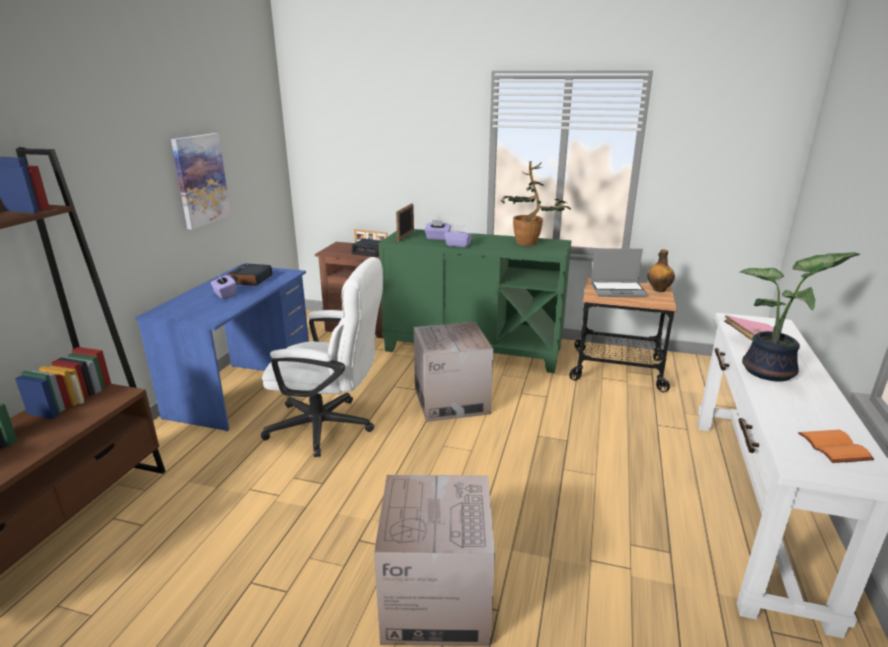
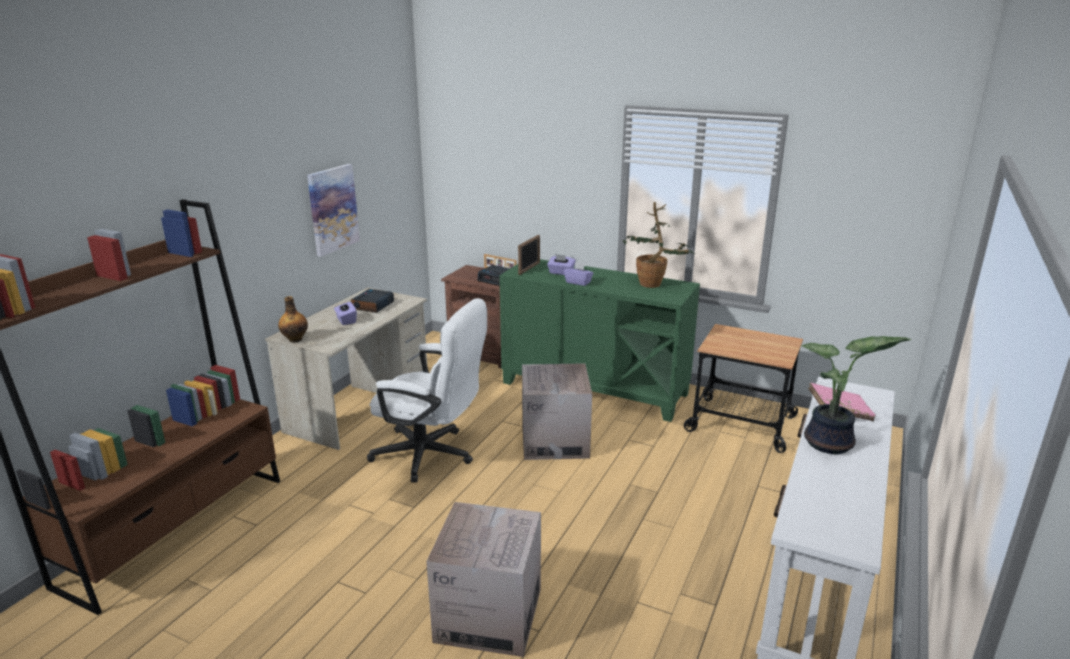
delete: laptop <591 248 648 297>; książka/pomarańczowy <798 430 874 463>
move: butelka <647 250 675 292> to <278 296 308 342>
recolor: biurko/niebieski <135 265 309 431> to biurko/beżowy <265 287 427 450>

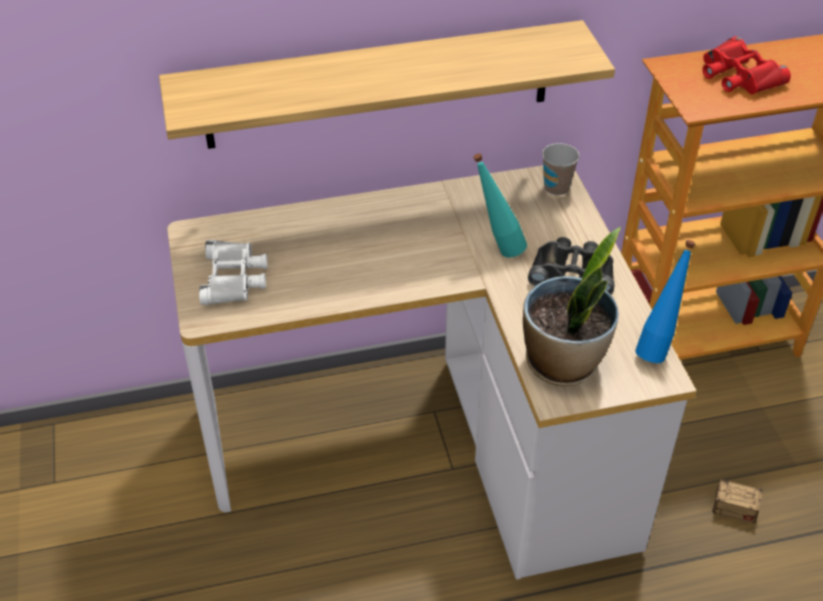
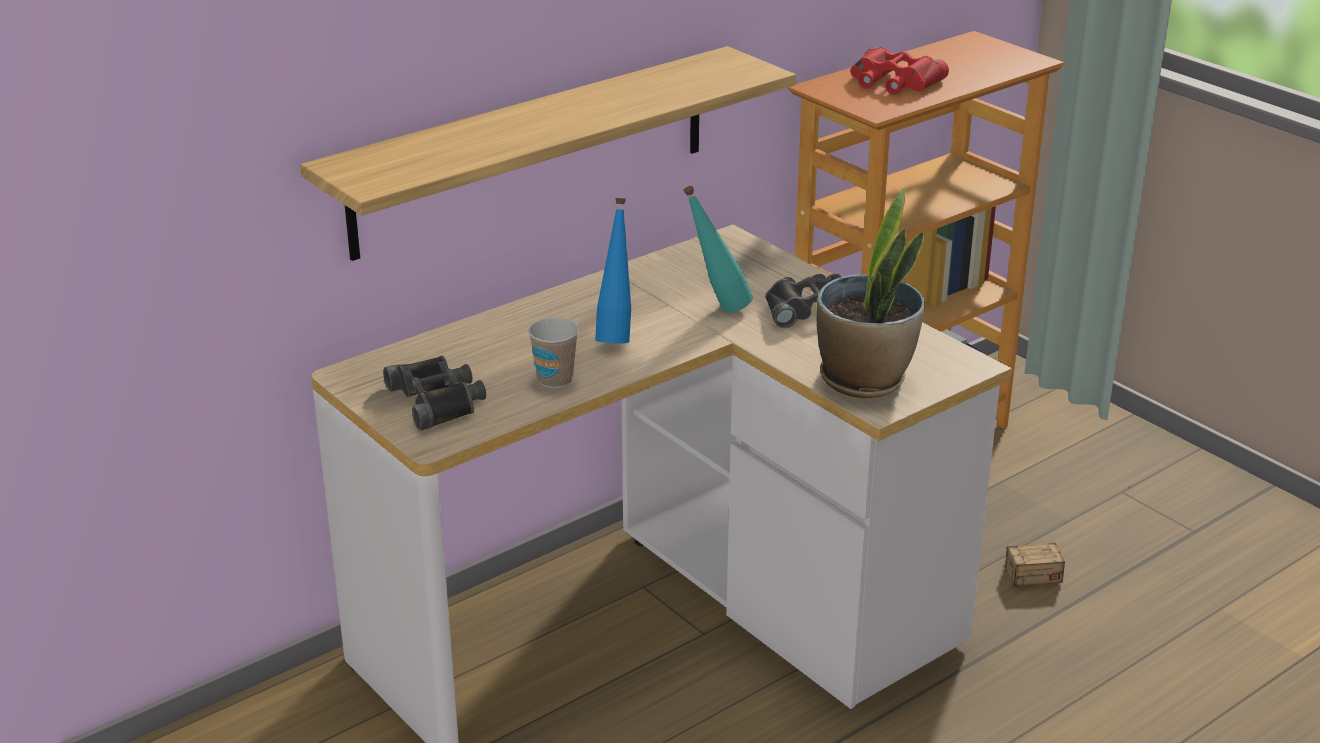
move: filiżanka <542 143 580 195> to <528 317 579 388>; butelka/niebieski <635 240 696 363> to <595 198 631 344>
recolor: lornetka/biały <199 240 268 305> to lornetka/czarny <383 356 486 430>

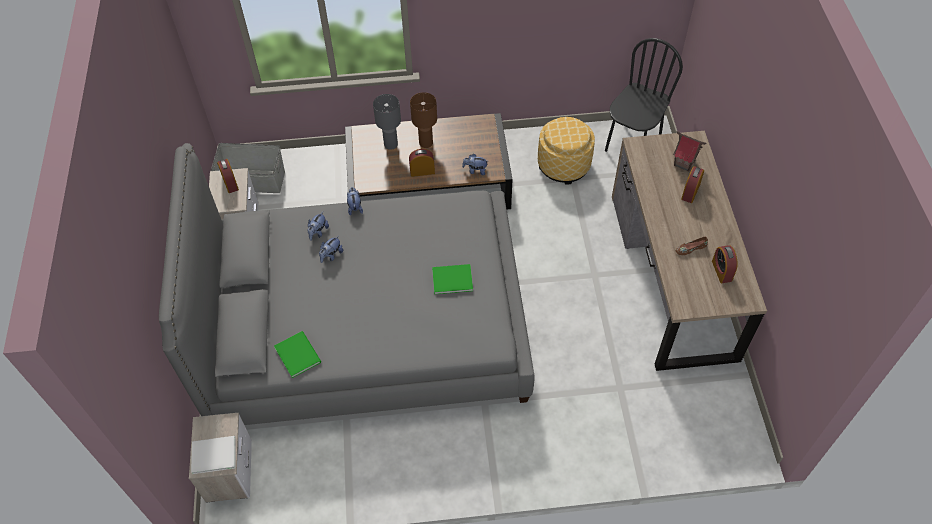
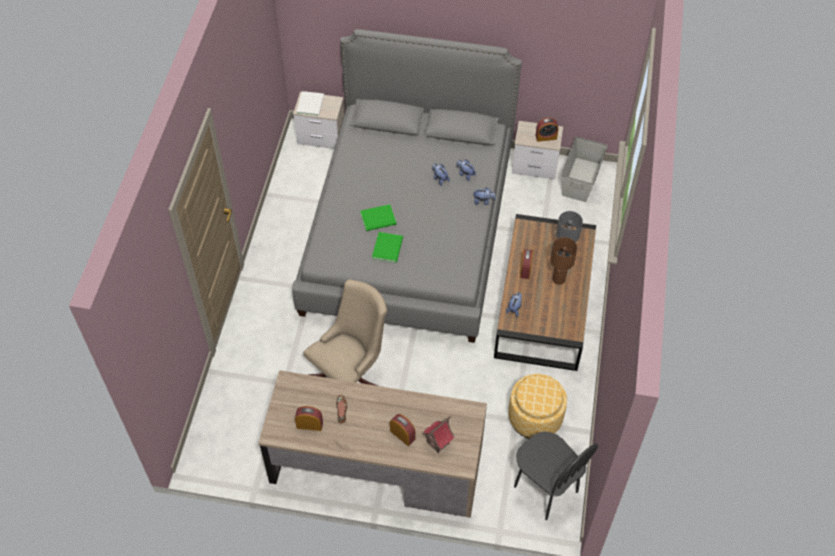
insert: krzesło biurowe/beżowy <303 280 387 386>
move: książka/zielony <274 331 321 378> to <360 204 397 231>

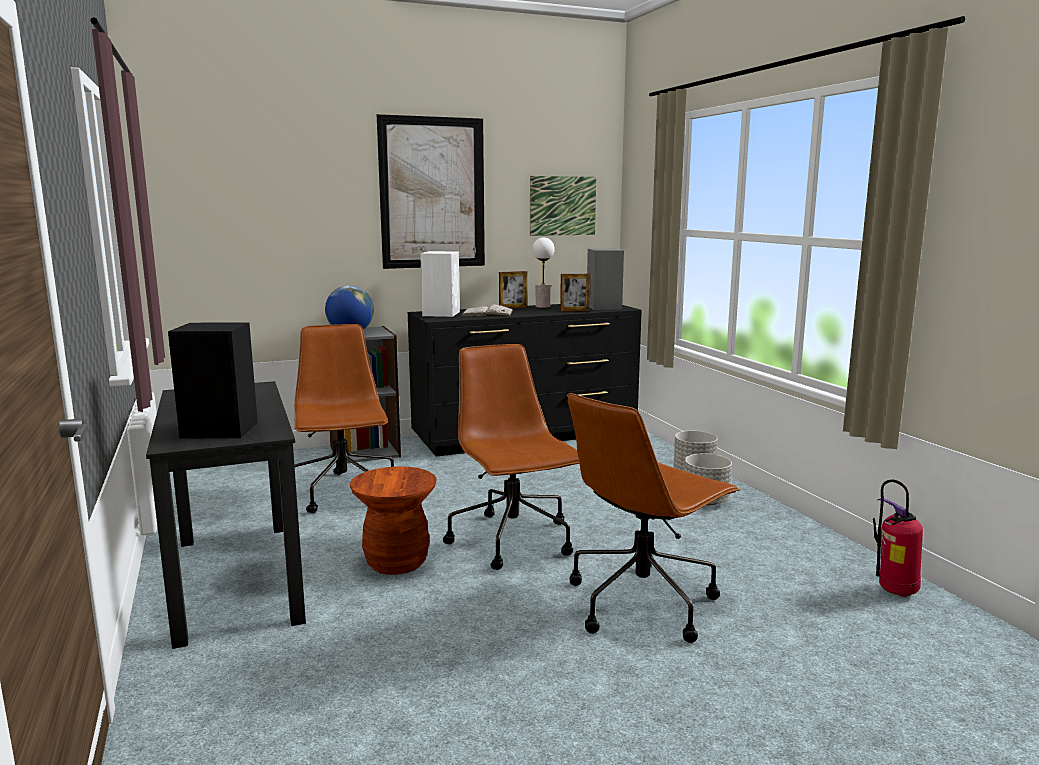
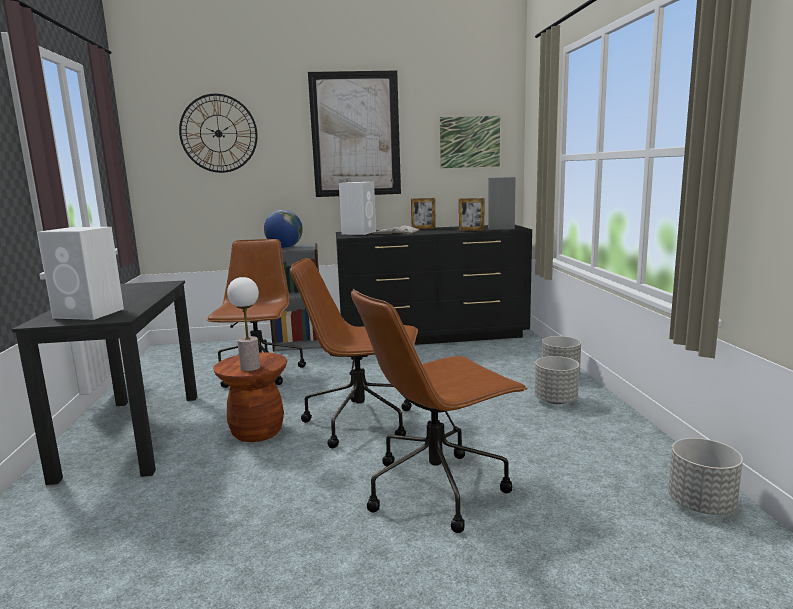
insert: zegar ścienny <179 94 258 173>
move: lampa stołowa <532 237 555 308> to <227 277 260 371>
replace: gaśnica <873 479 923 597> to donica/szary <668 438 743 515>
recolor: głośnik/czarny <168 322 258 439> to głośnik/biały <37 227 124 320>
rotate: krzesło biurowe/brązowy <443 344 580 570> = <290 258 418 448> 75 degrees counterclockwise

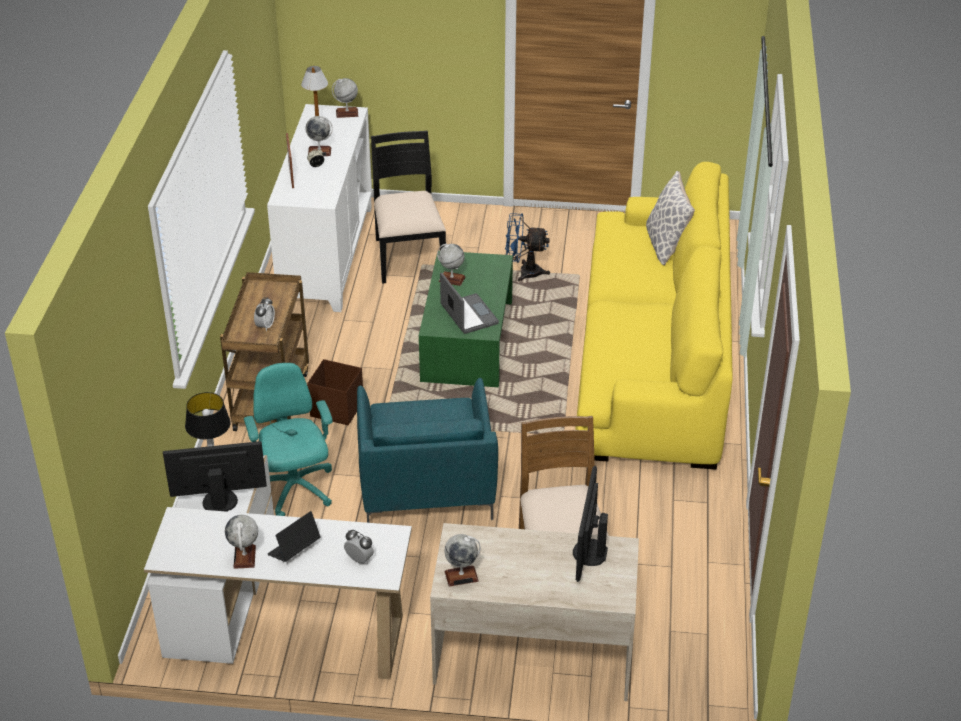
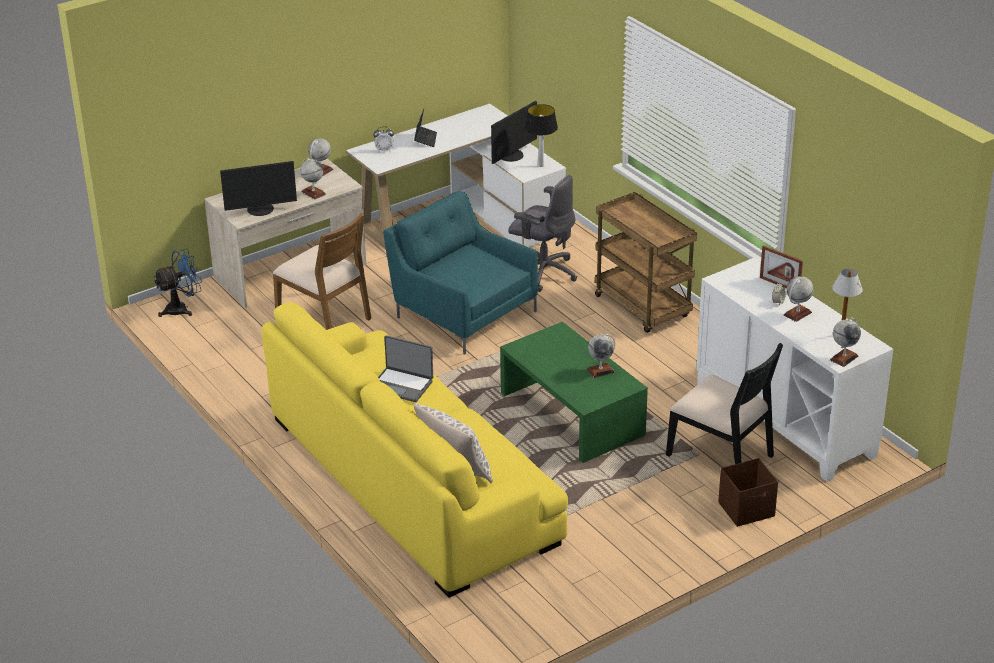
delete: budzik <254 297 275 331>
move: wentylator/niebieski <505 213 550 282> to <154 249 202 317>; laptop <440 273 499 334> to <378 335 433 402>; pojemnik do przechowywania/brązowy <307 359 363 425> to <718 458 778 527>; globus <225 515 258 569> to <300 158 326 199>
recolor: krzesło biurowe/turkusowy <244 363 333 516> to krzesło biurowe/szary <508 175 577 292>
rotate: monitor <573 466 608 582> = <220 161 297 216> 105 degrees clockwise

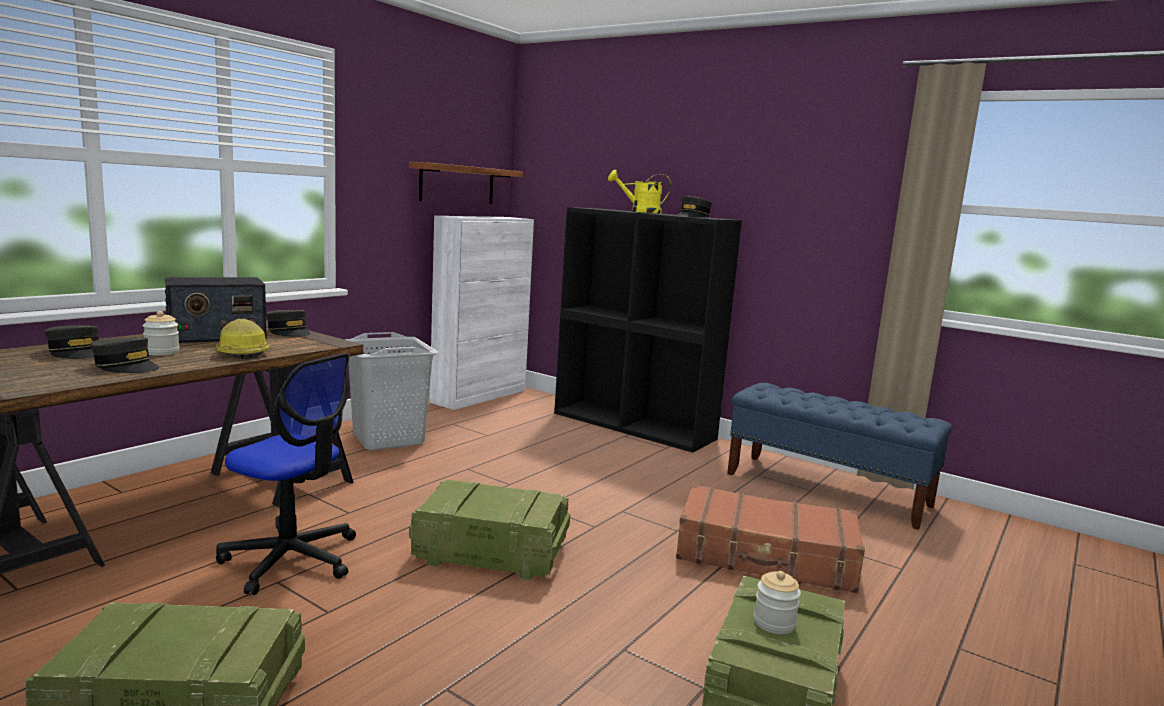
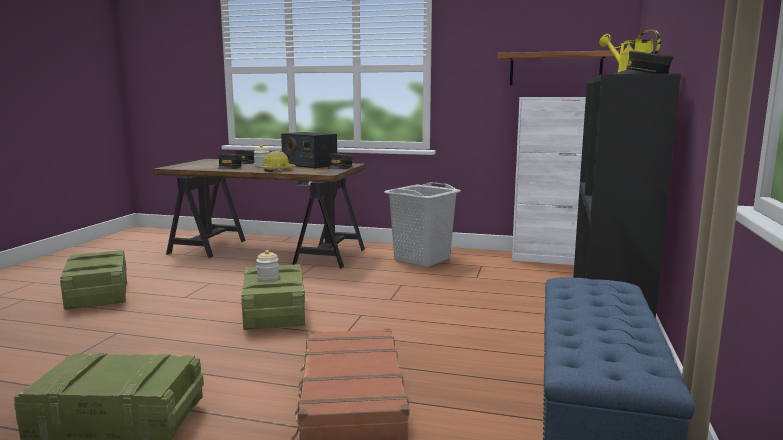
delete: krzesło biurowe <216 353 356 595>
move: słoik <754 571 801 634> to <256 250 279 282>

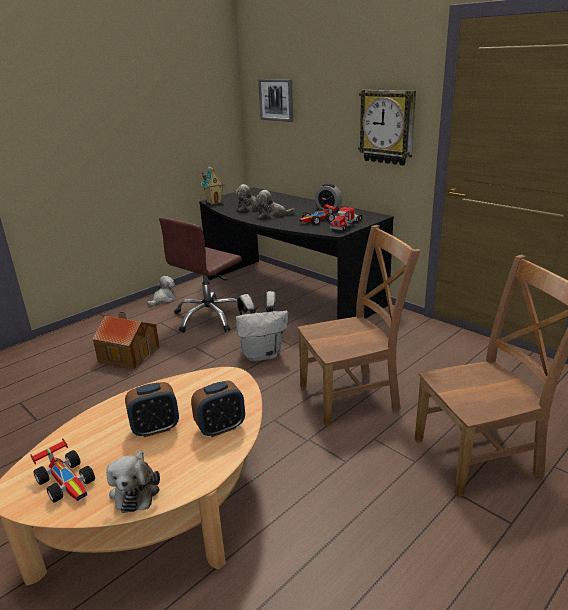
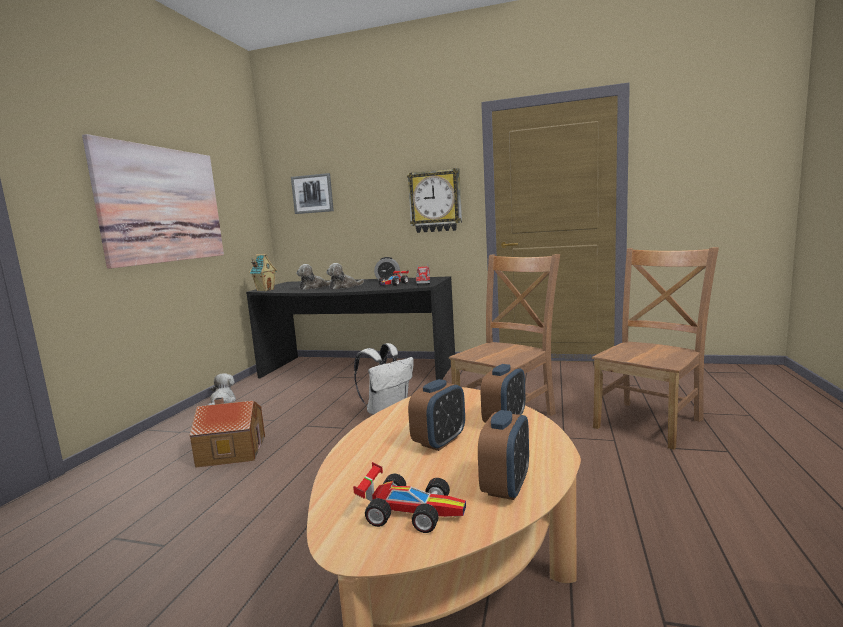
delete: krzesło biurowe/brązowy <159 217 248 333>
insert: obraz <82 134 224 269>
replace: pluszak <106 451 160 513> to budzik <478 410 529 500>

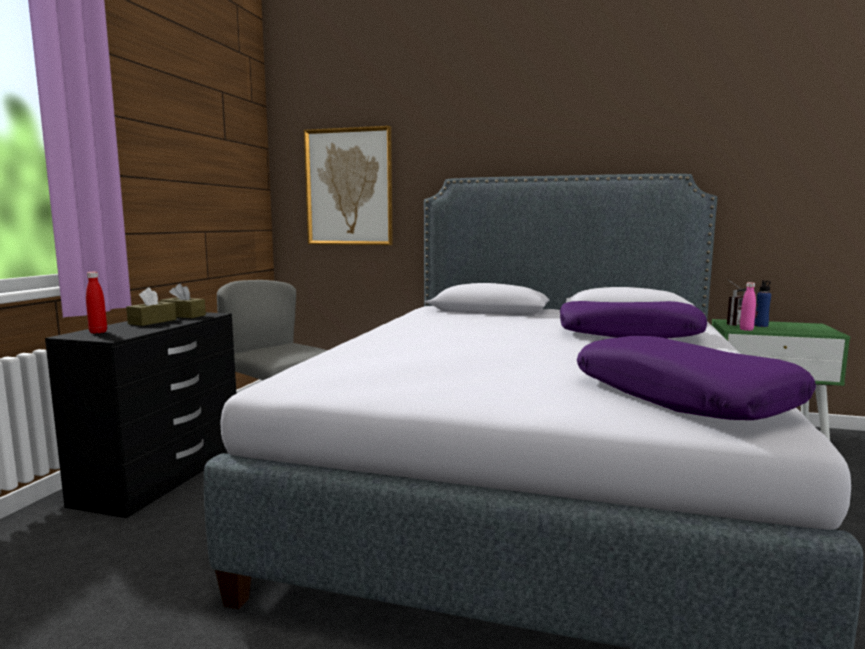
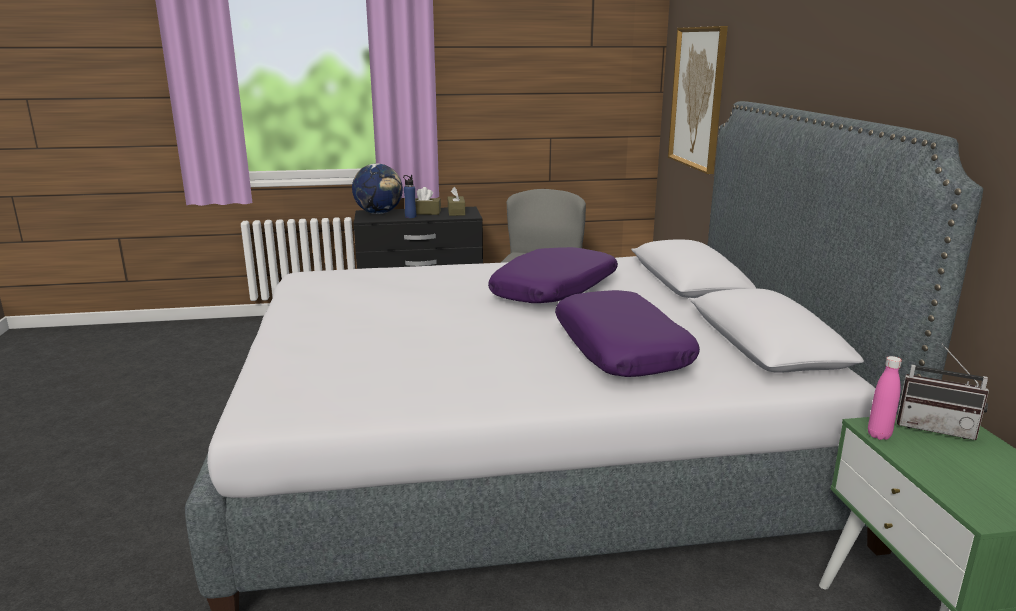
move: butelka/niebieski <754 280 771 327> to <403 175 416 218>; poduszka/fioletowy <577 336 816 420> to <488 247 618 303>
replace: butelka/czerwony <86 272 107 334> to globus <352 163 403 214>

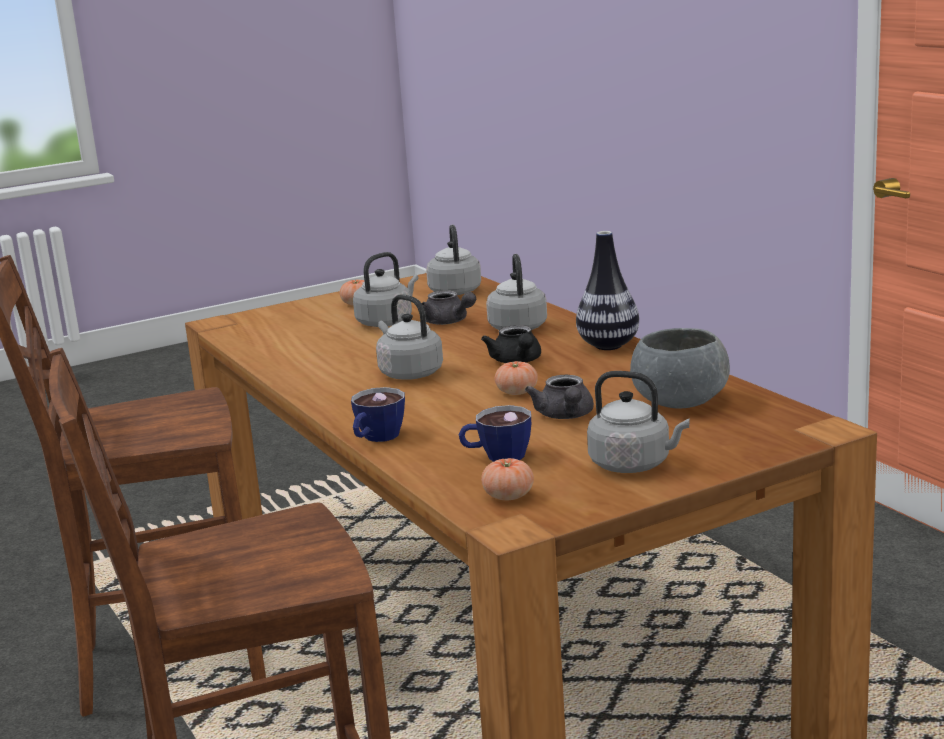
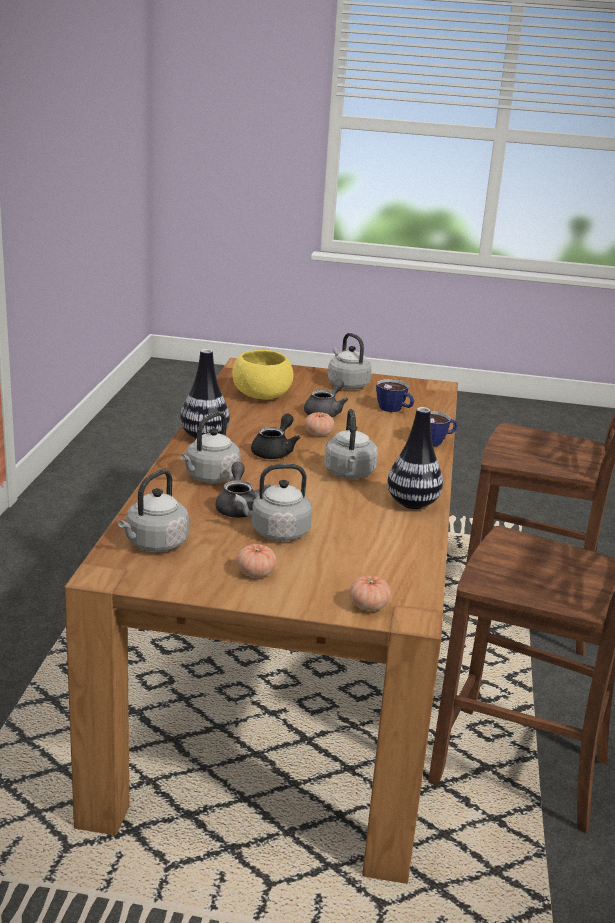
insert: wazon <387 407 443 509>
move: pomidor <481 458 534 500> to <349 576 391 611>
recolor: miska/szary <630 328 730 408> to miska/żółty <232 350 293 400>

